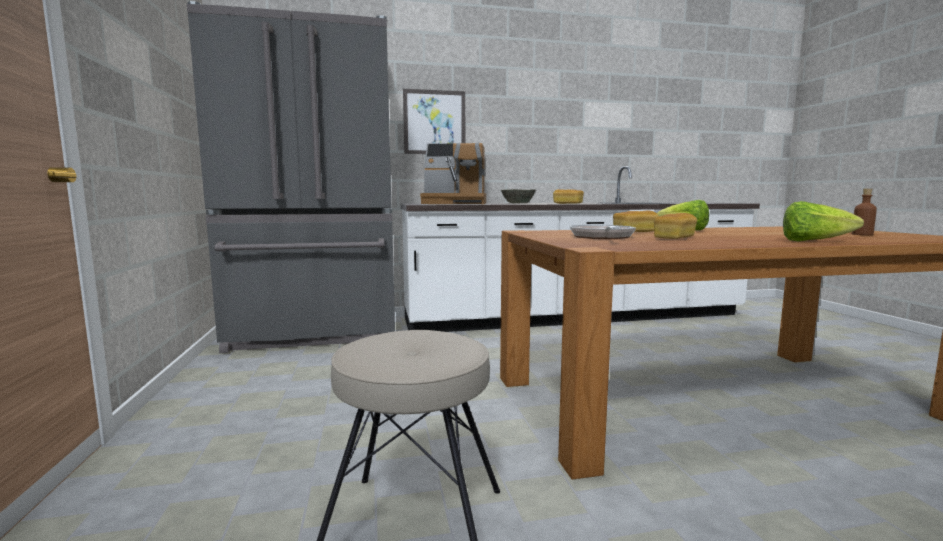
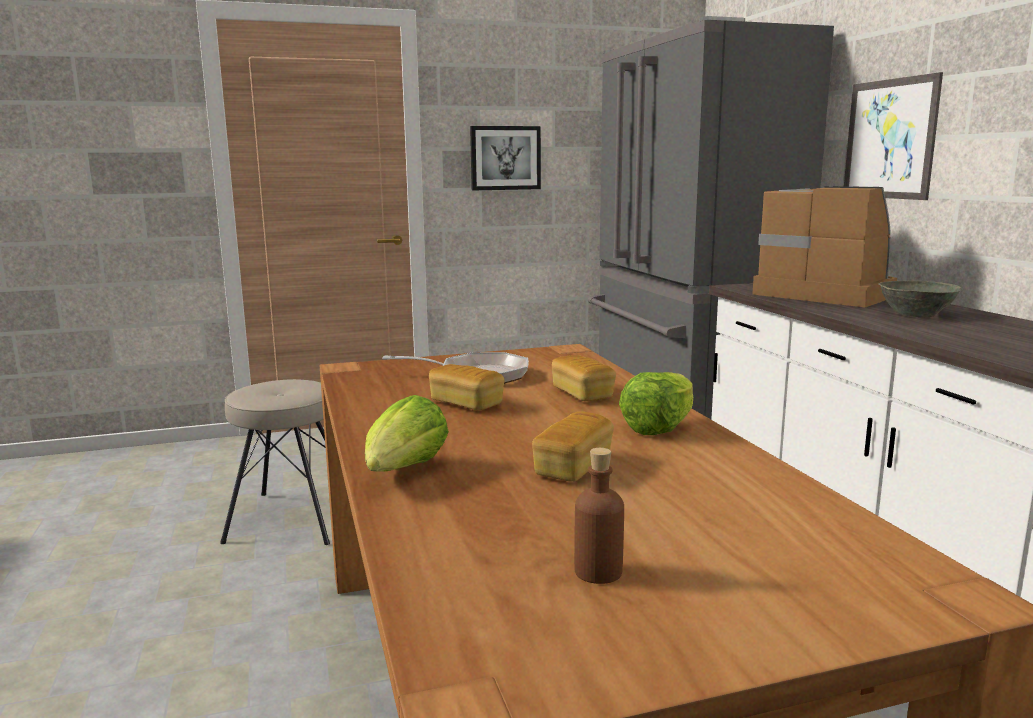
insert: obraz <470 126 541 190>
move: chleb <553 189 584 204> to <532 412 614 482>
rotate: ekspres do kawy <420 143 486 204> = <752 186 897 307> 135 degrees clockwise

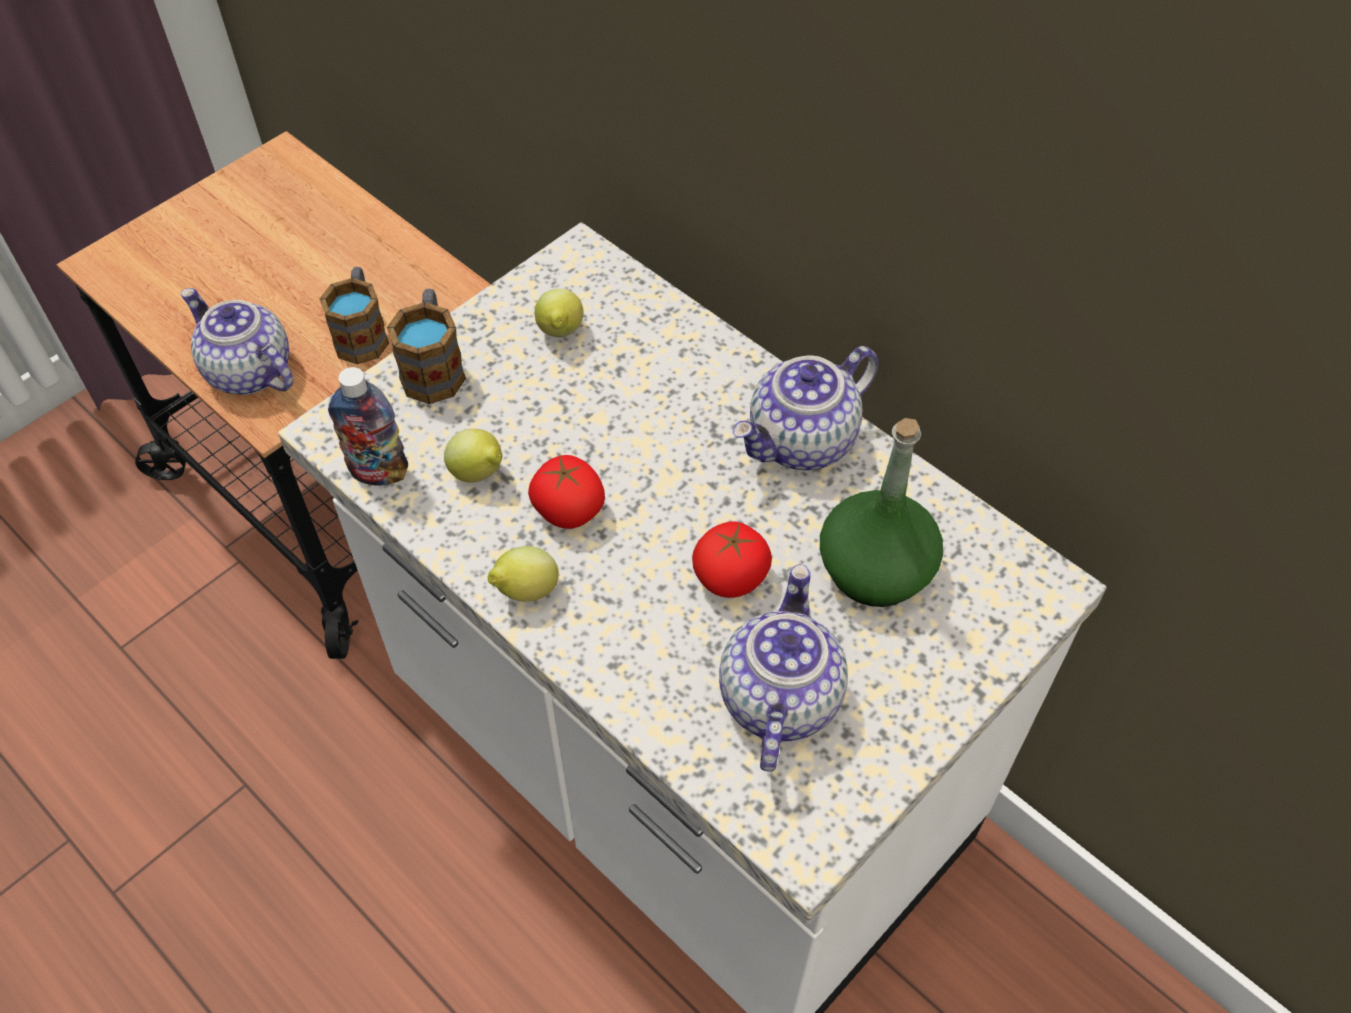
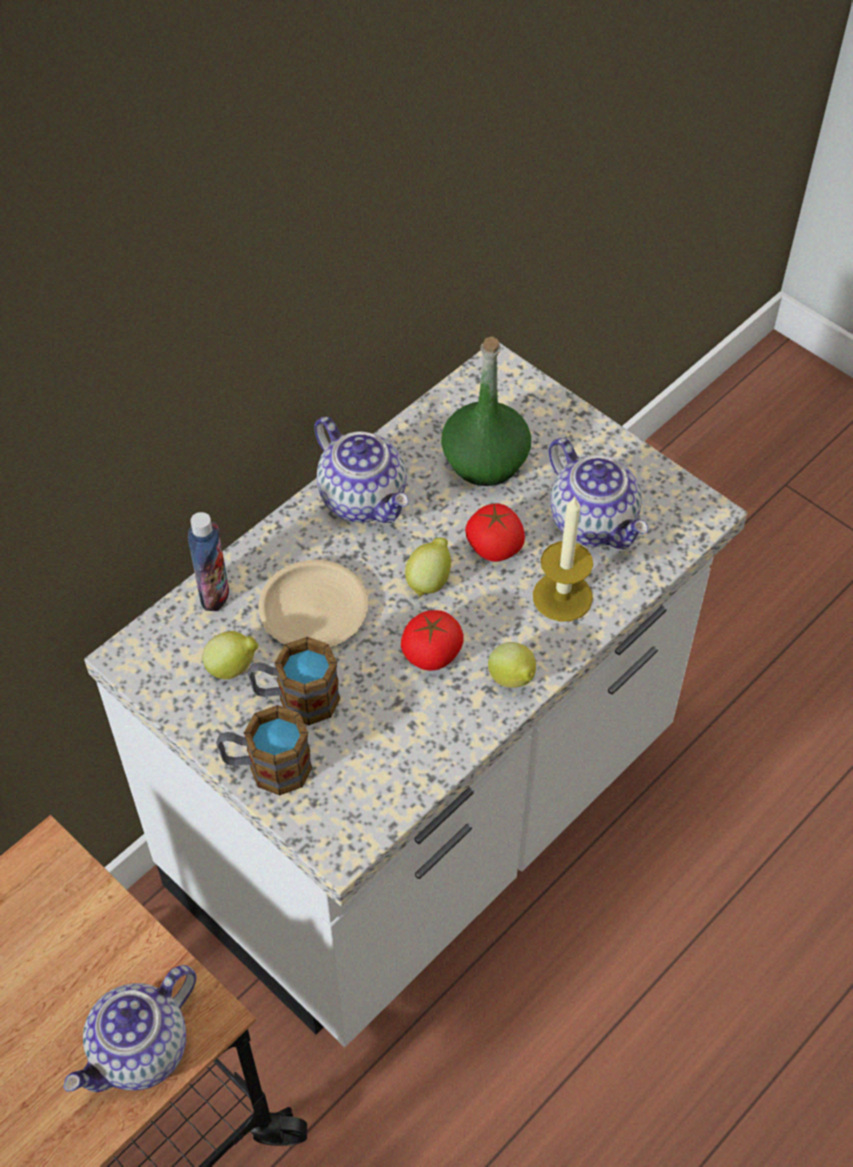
insert: świeca <533 496 593 622>; talerz/beżowy <258 560 368 647>
move: kubek <320 267 389 364> to <248 637 340 725>; butelka <328 367 408 486> to <188 512 229 611>; cytryna <444 429 502 483> to <405 538 451 597>
rotate: imbryk <719 564 848 772> = <549 438 648 549> 135 degrees counterclockwise

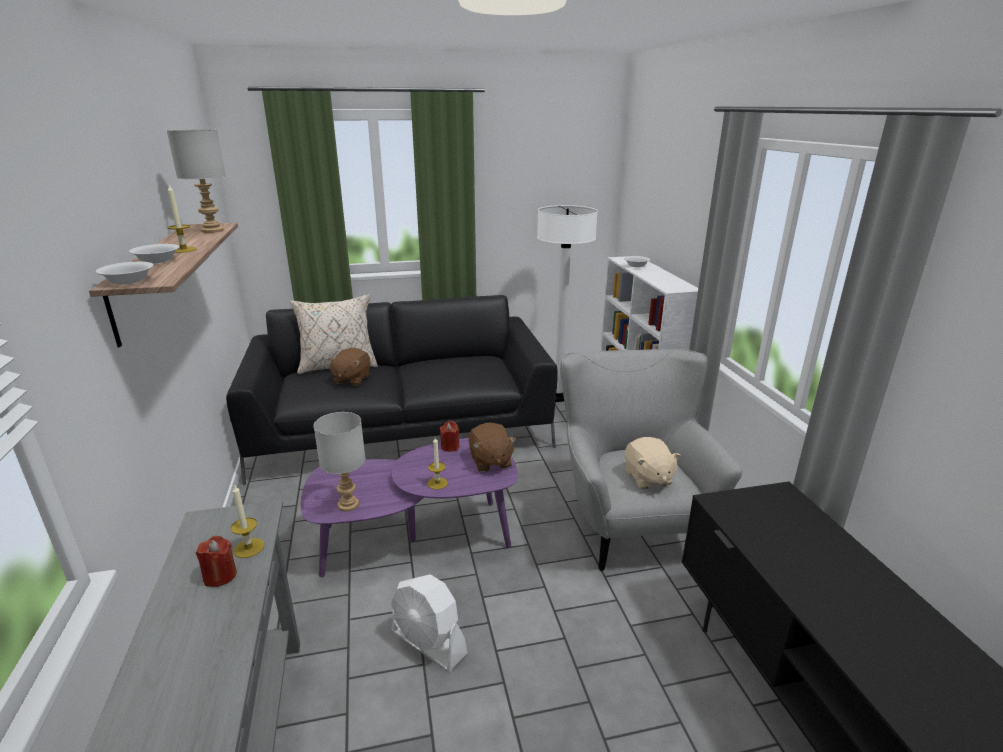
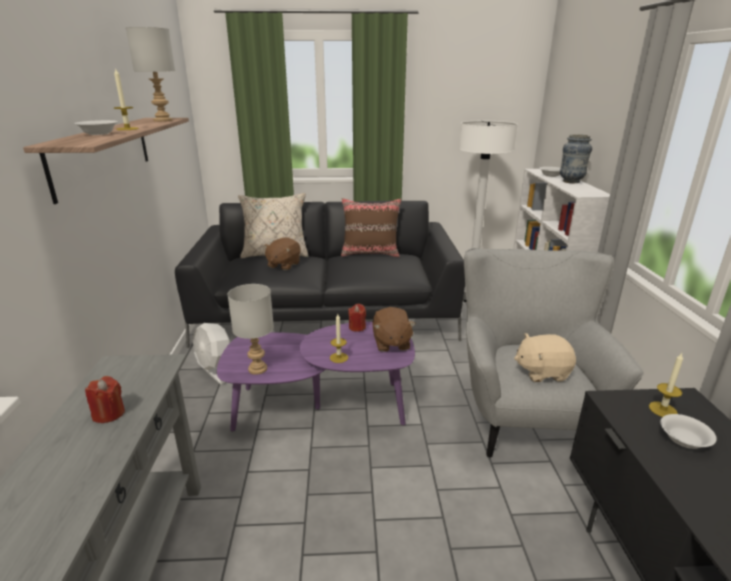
insert: wazon <560 134 592 183>; poduszka/brązowy <341 198 401 257>
move: miska/biały <96 262 153 285> to <660 414 717 449>; świeca <230 484 264 558> to <649 353 683 417>; wentylator/biały <391 574 468 672> to <193 323 230 384>
rotate: pluszak/beżowy <625 437 681 489> = <514 333 576 382> 90 degrees clockwise

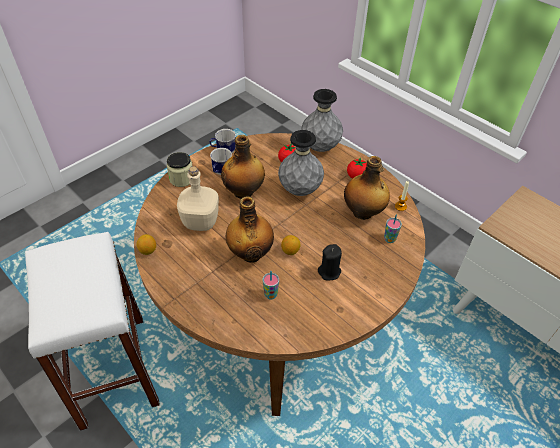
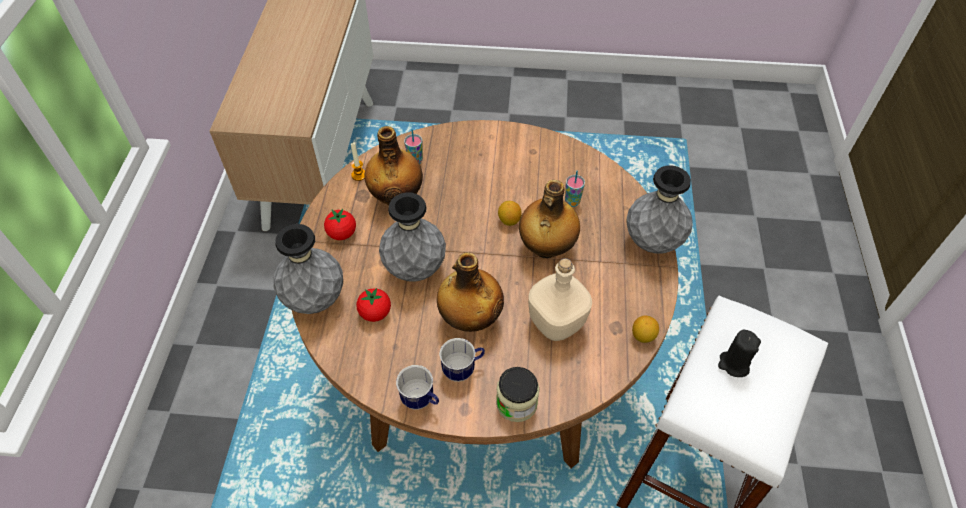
insert: wazon/szary <626 165 693 254>
move: świeca/czarny <318 244 342 280> to <718 330 761 377>

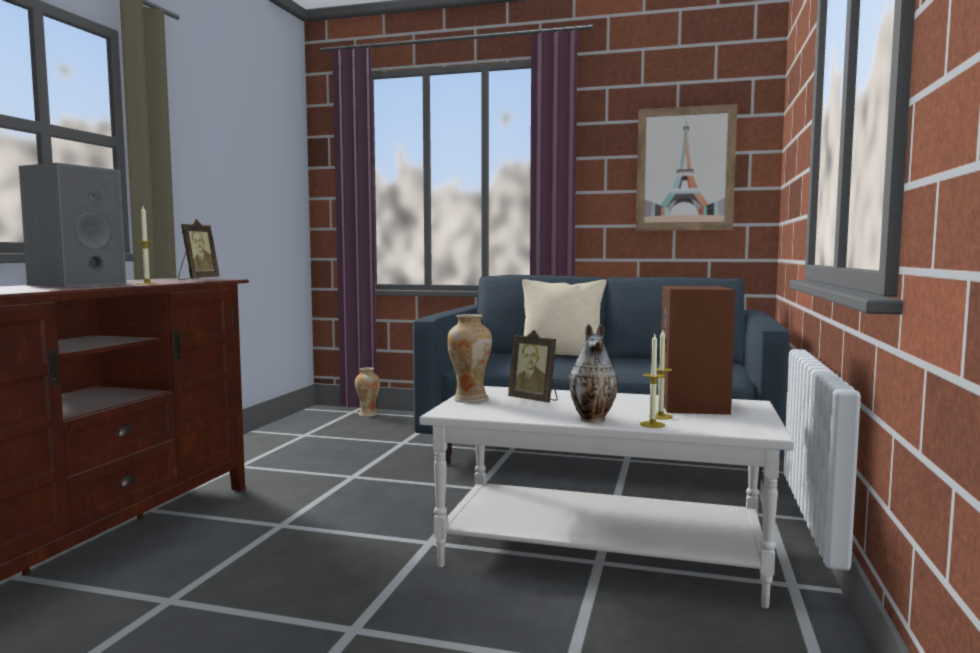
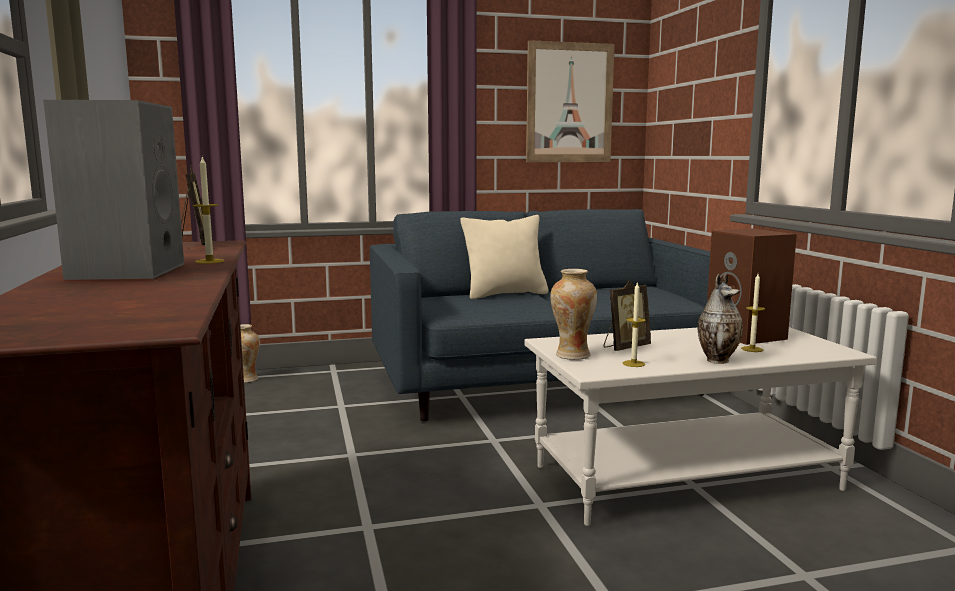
move: świeca <640 334 665 428> to <623 282 646 367>
rotate: ramka na zdjęcie <508 330 558 402> = <604 280 651 351> 45 degrees counterclockwise

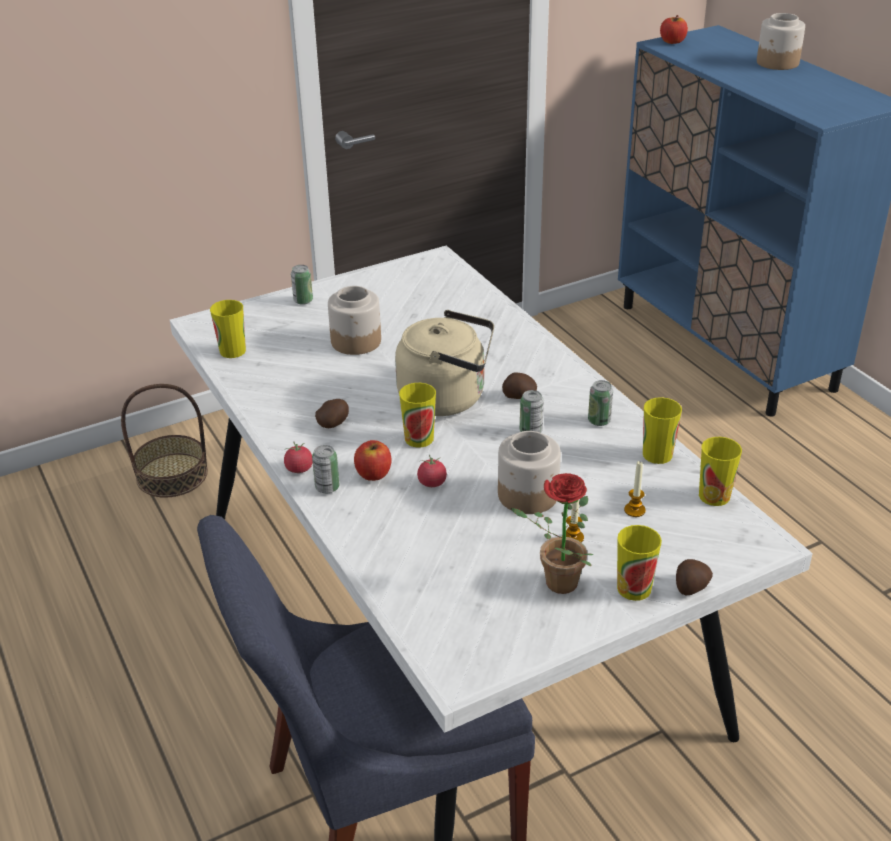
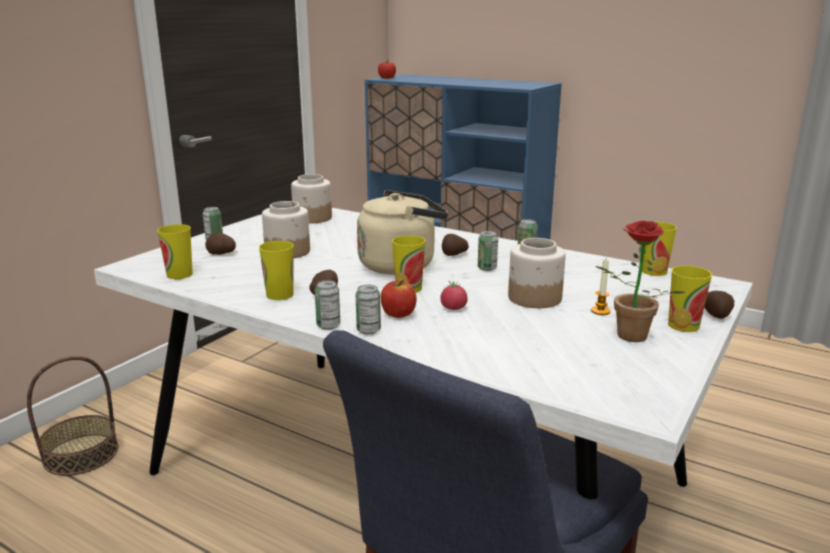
delete: świeca <624 461 646 517>
insert: ziemniak <205 233 236 255>
move: słoik <757 13 805 70> to <291 174 332 224>; filiżanka <643 397 682 464> to <259 241 294 300>
replace: pomidor <284 442 313 473> to puszka <315 281 340 330>

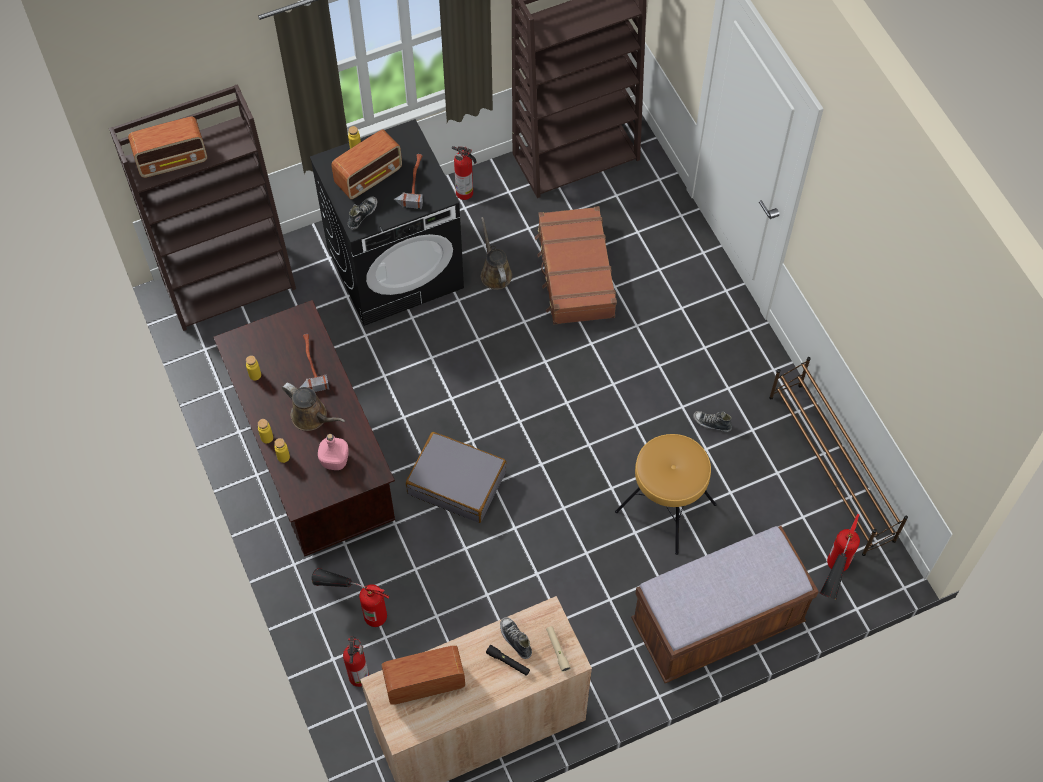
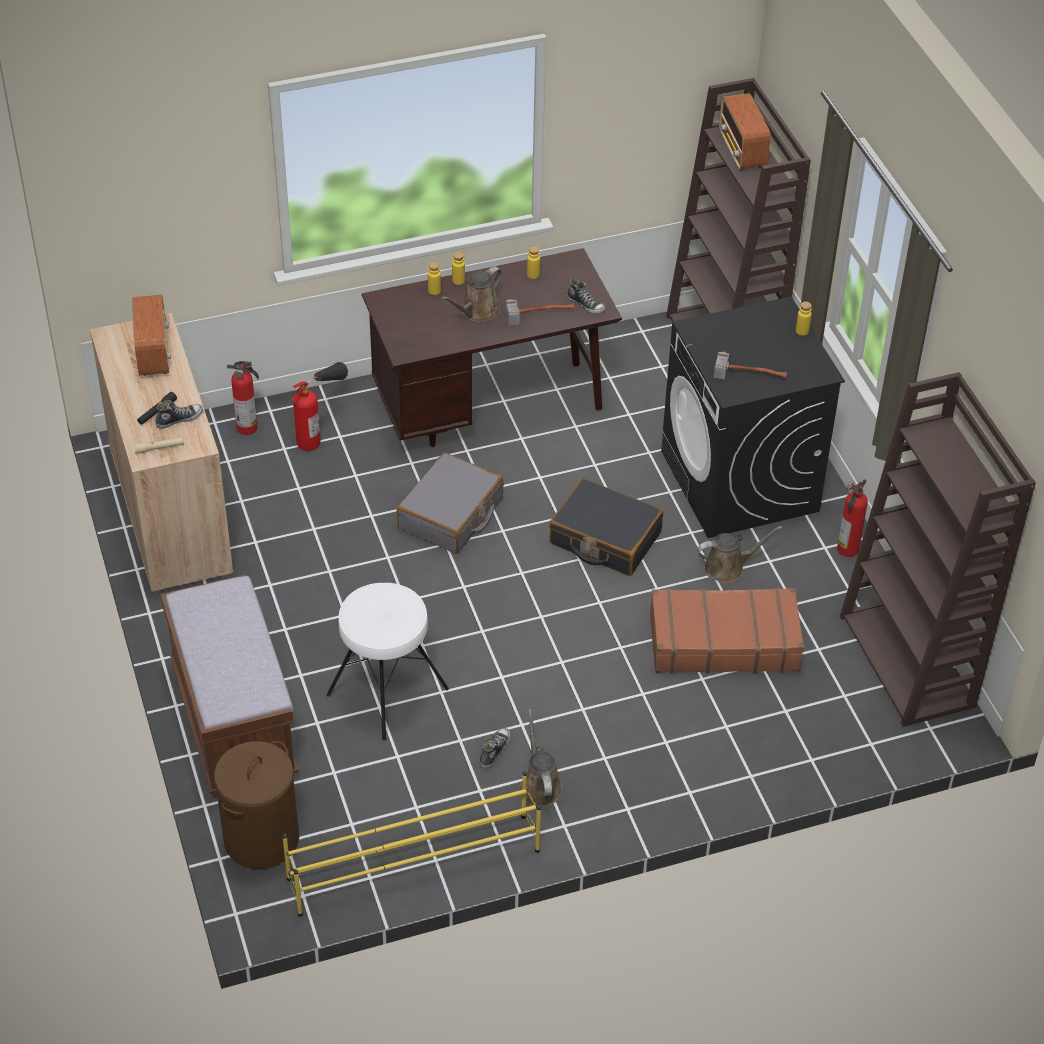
delete: radio <331 130 402 199>; butelka/różowy <318 434 349 470>
insert: walizka/czarny <549 478 663 576>; konewka/brązowy <519 708 562 807>
move: but <348 196 377 230> to <567 278 606 314>
replace: gaśnica <820 514 860 600> to kosz na pranie/brązowy <214 741 299 869>
recolor: regał na buty/brązowy <769 357 908 556> to regał na buty/żółty <282 771 541 917>; stołek/brązowy <615 434 717 555> to stołek/biały <327 583 449 740>

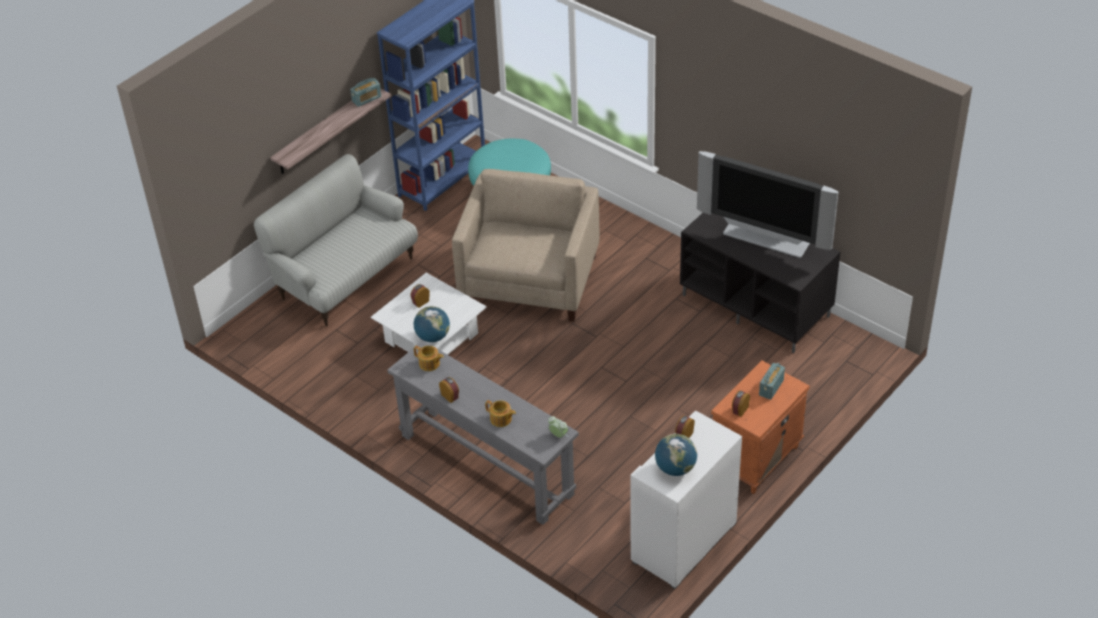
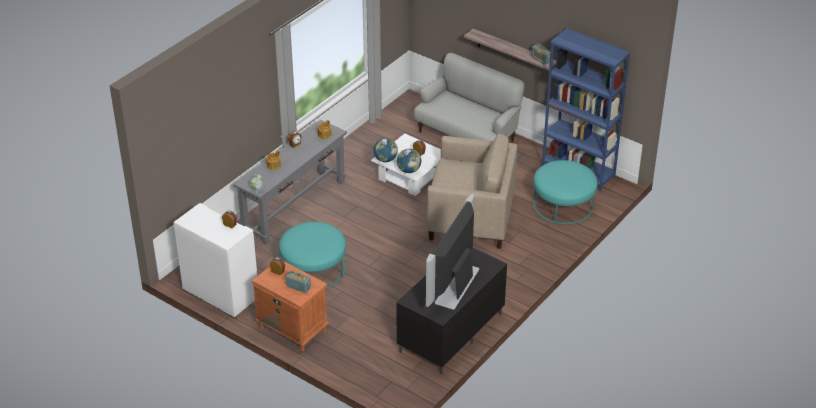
insert: pufa/turkusowy <279 222 346 289>
move: globus <655 434 697 476> to <397 149 421 173>

